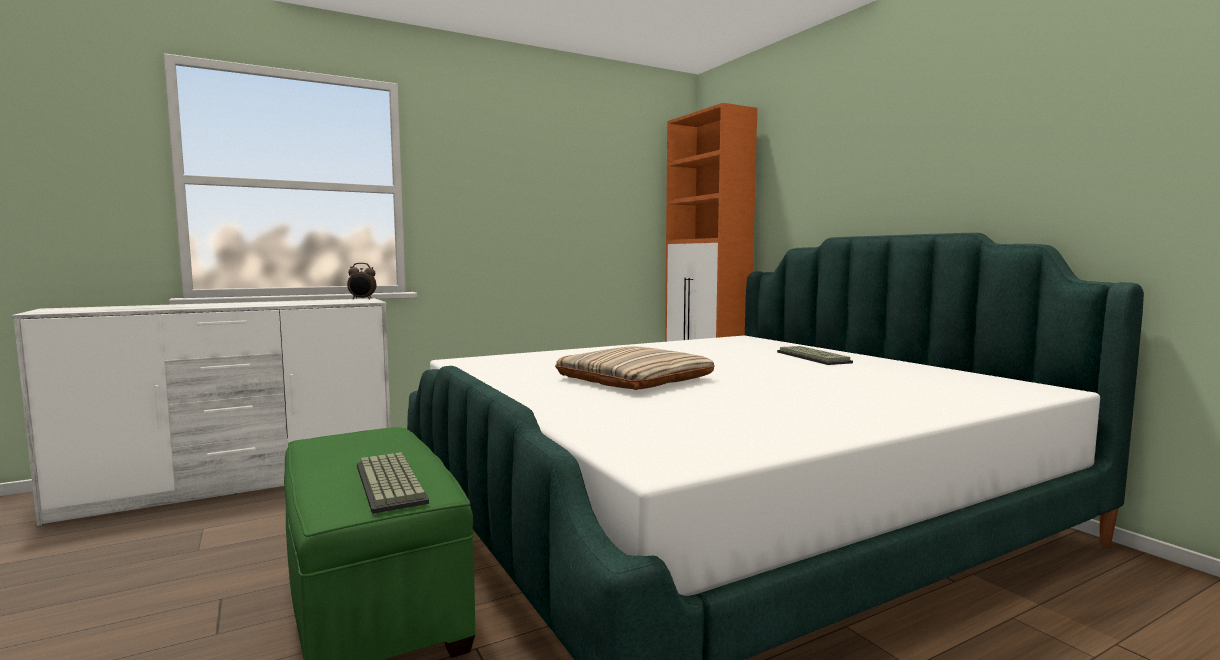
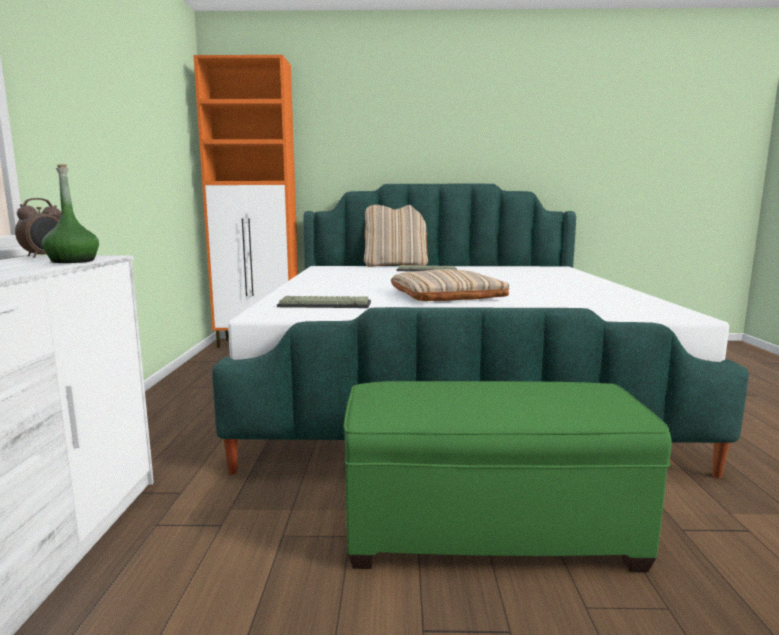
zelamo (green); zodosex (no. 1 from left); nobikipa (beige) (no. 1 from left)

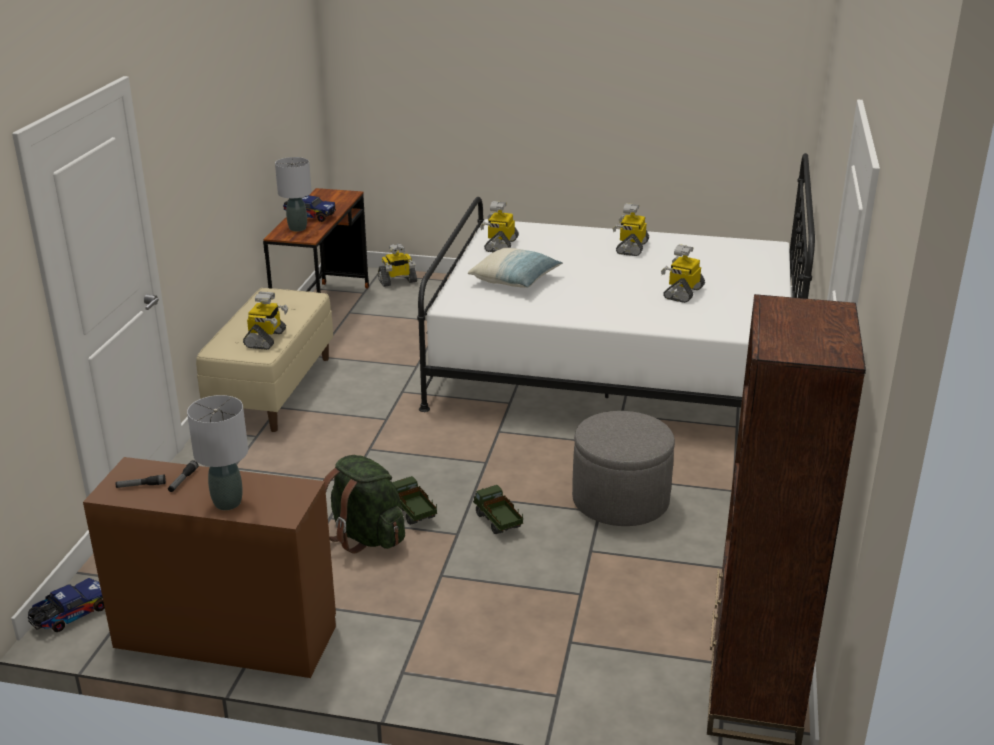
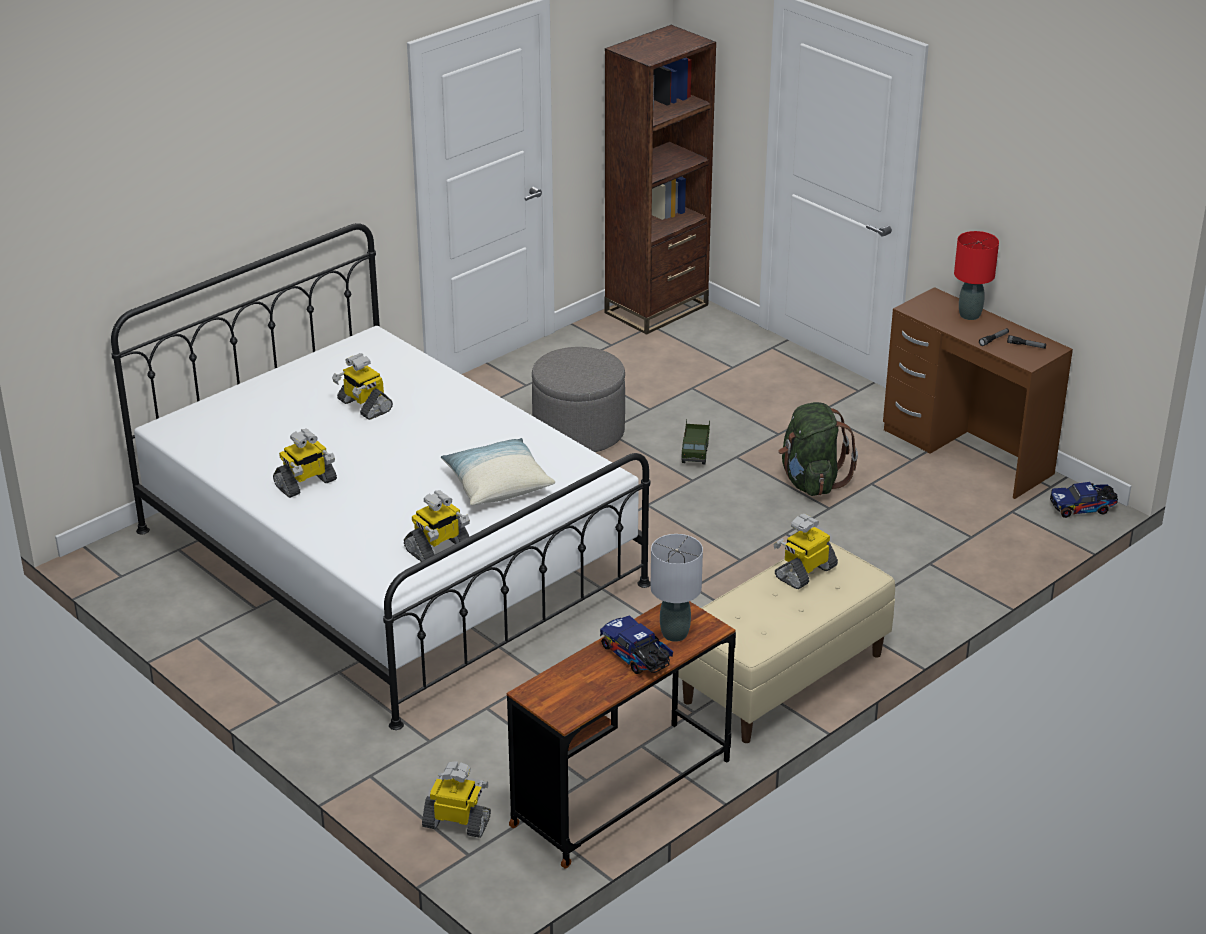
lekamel (no. 2 from left); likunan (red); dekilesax (no. 3 from left in the first image)

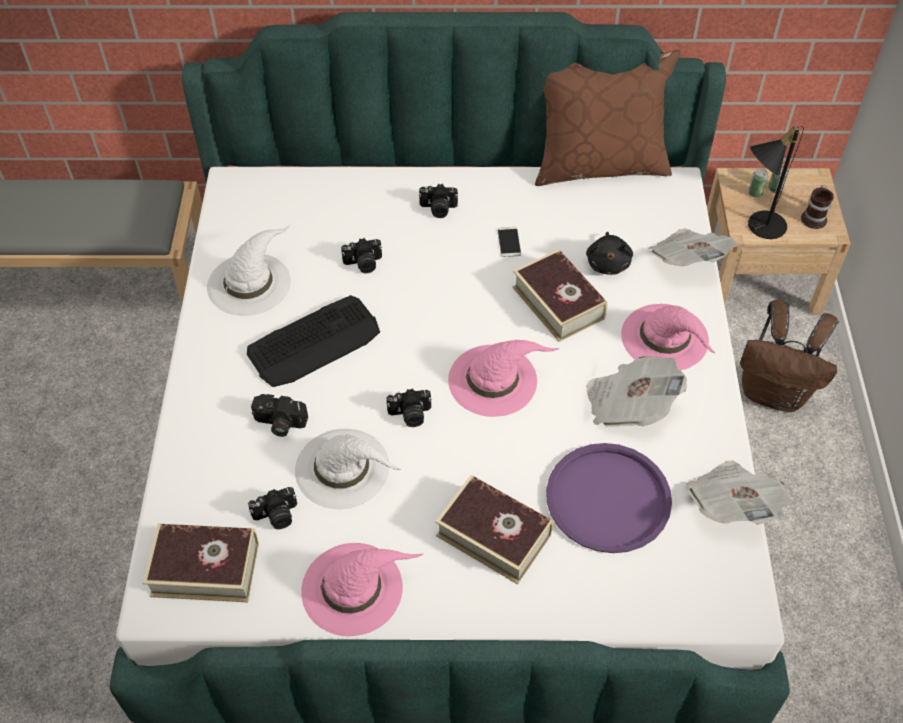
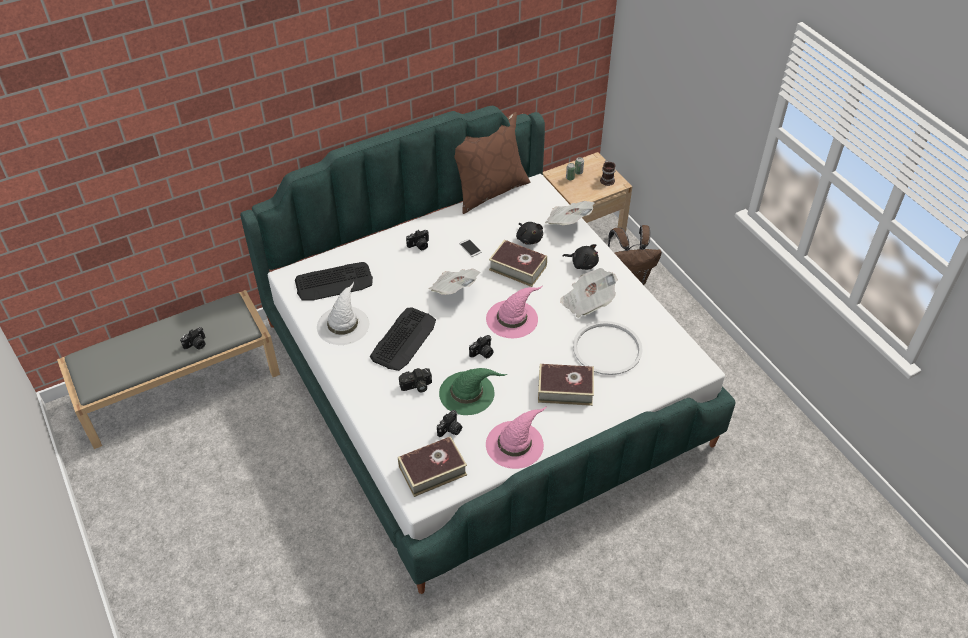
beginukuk (no. 1 from left); zodosex (no. 1 from left); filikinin (no. 1 from left); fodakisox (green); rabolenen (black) (no. 2 from left); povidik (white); likunan (black)

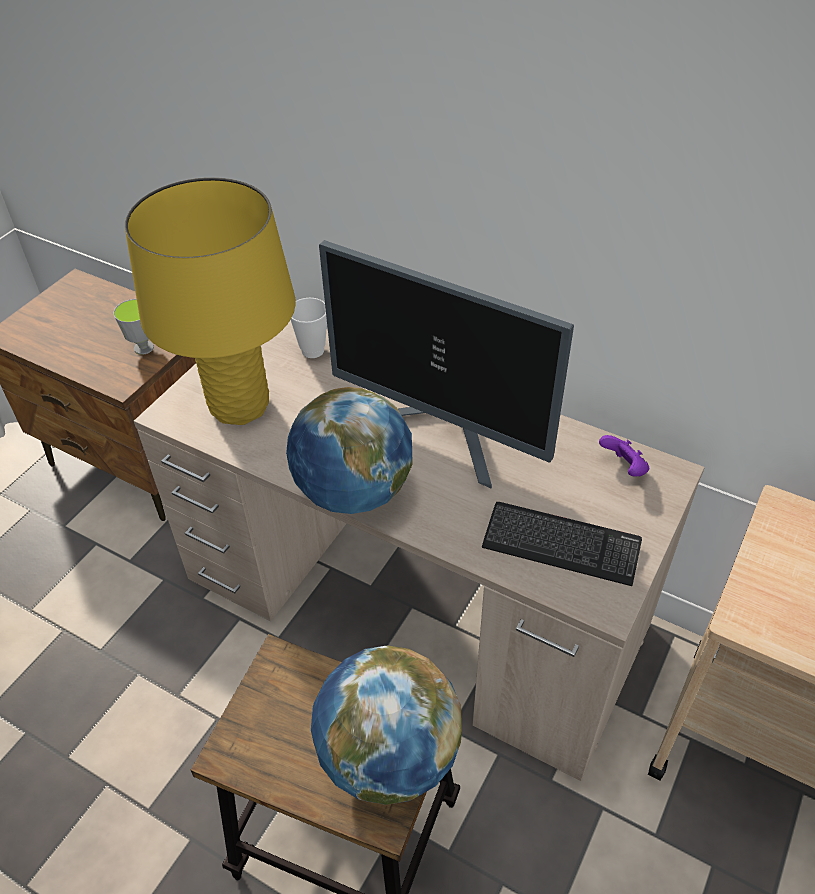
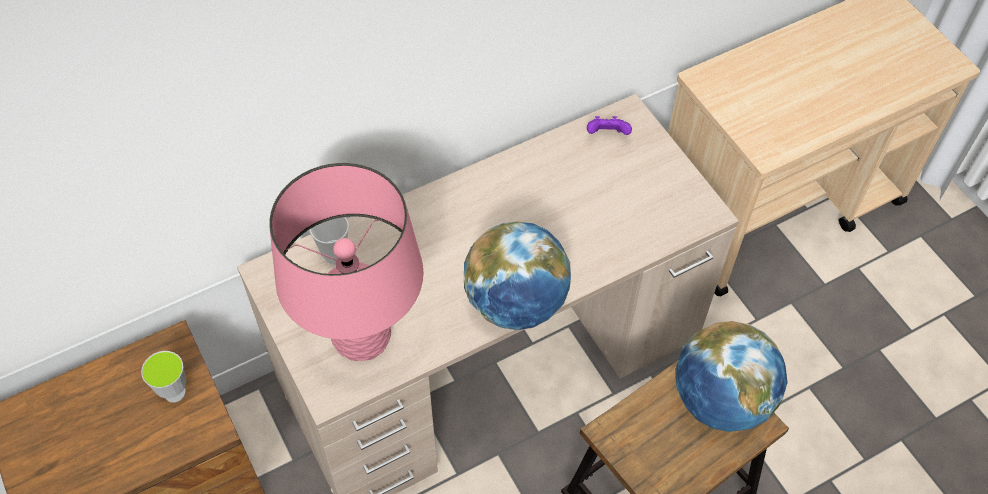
likunan (pink); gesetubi; zodosex

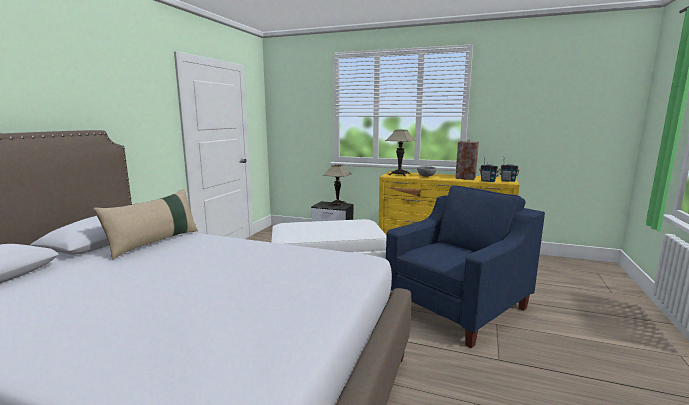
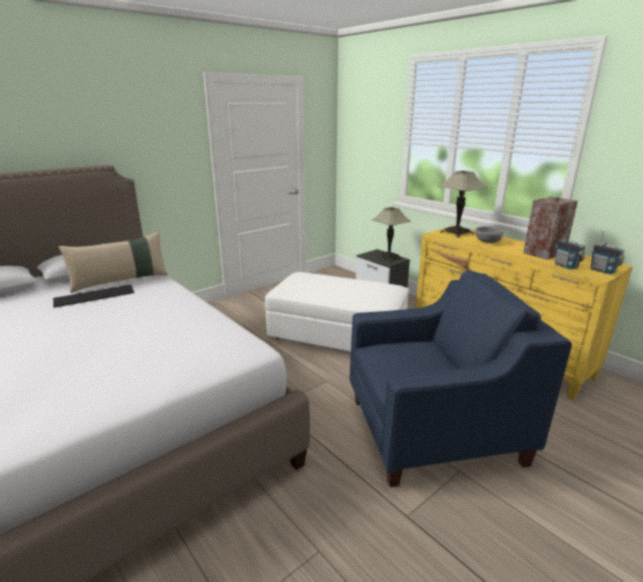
zodosex

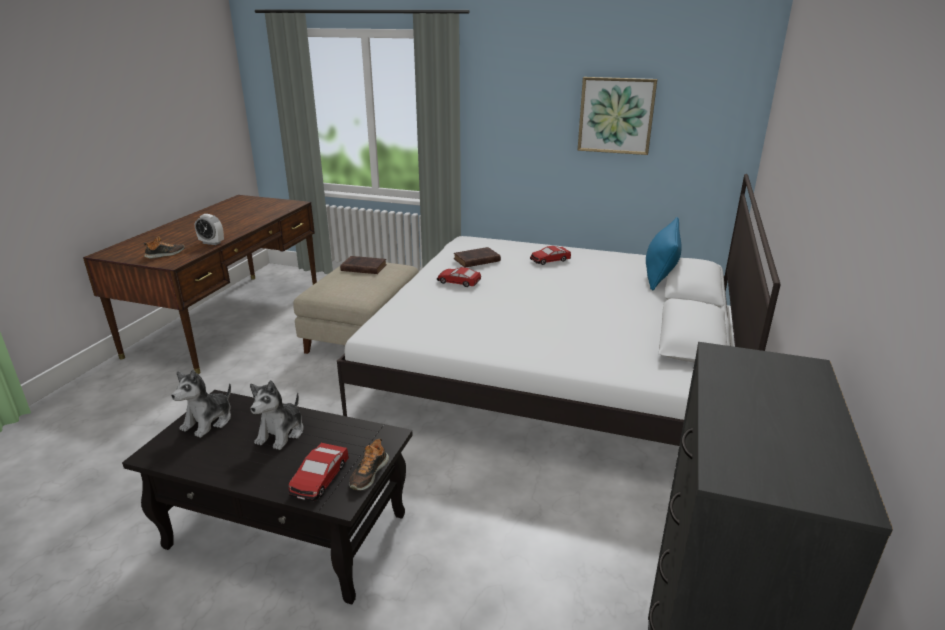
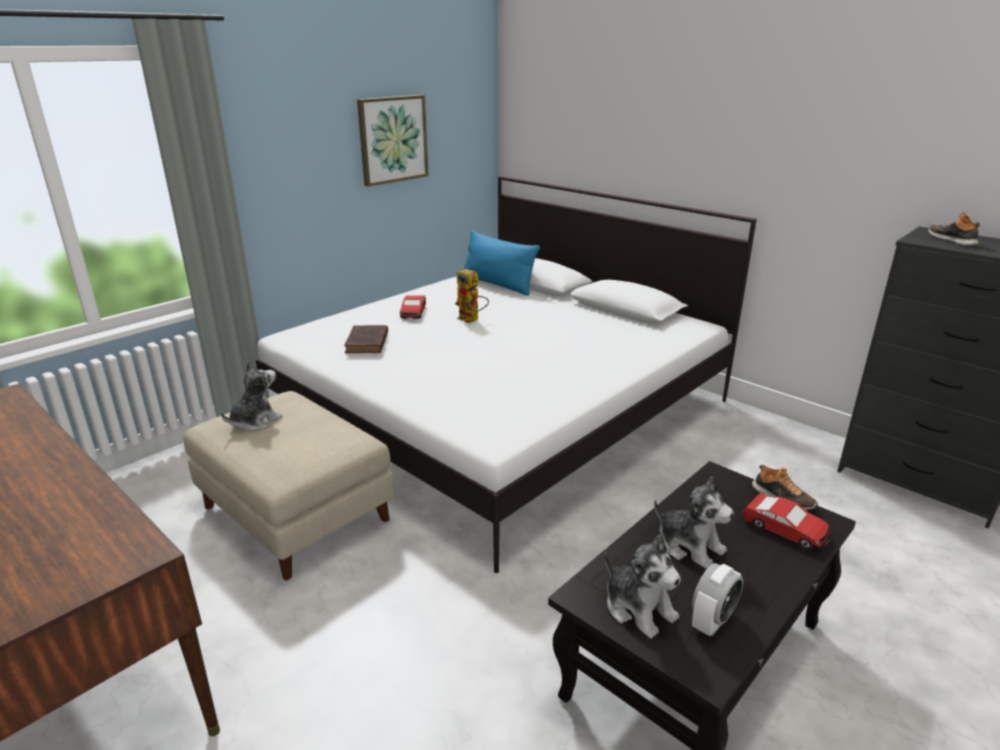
rabolenen (no. 1 from left); lekamel; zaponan; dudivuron (no. 2 from left); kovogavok (no. 2 from left in the first image)

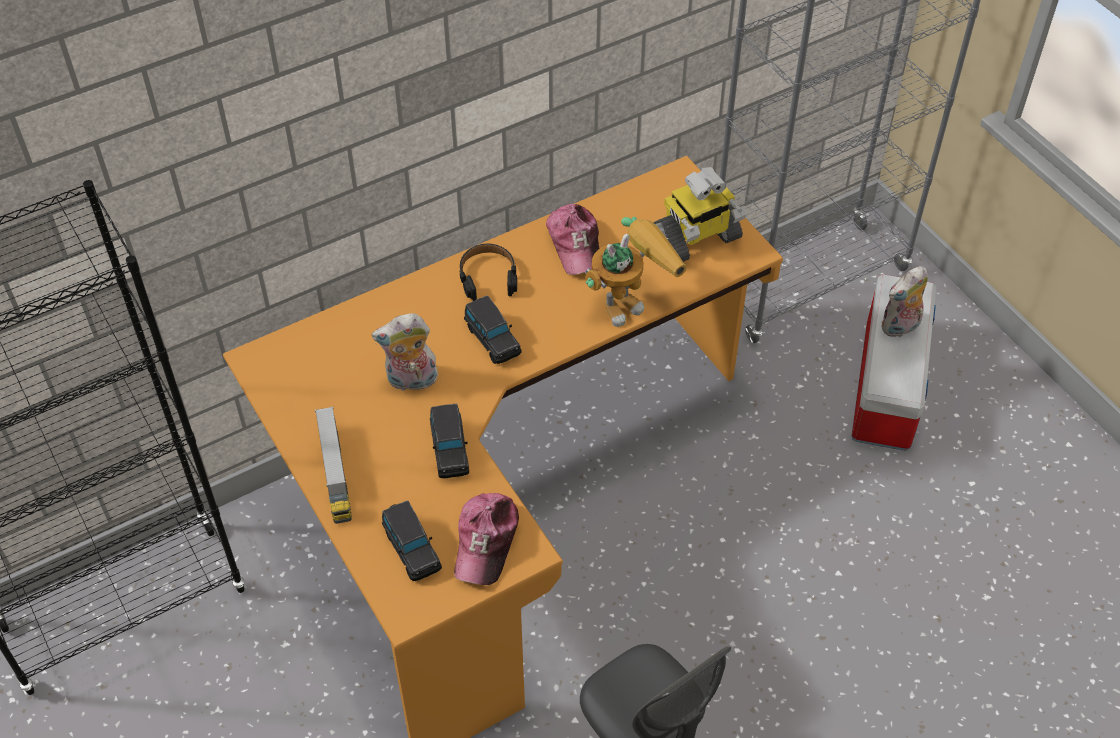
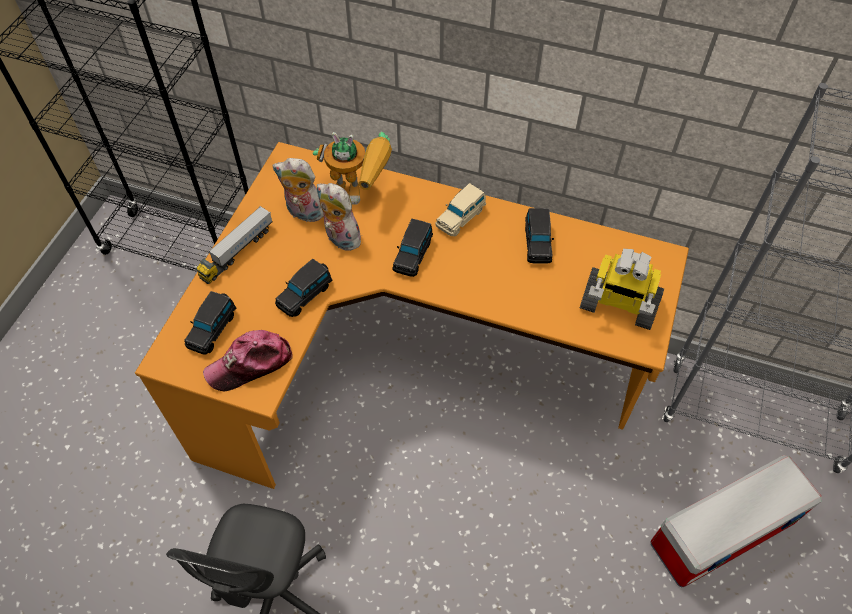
rabolenen (no. 1 from left); lekamel (no. 1 from left); kovogavok (beige); kovogavok (black) (no. 4 from left)

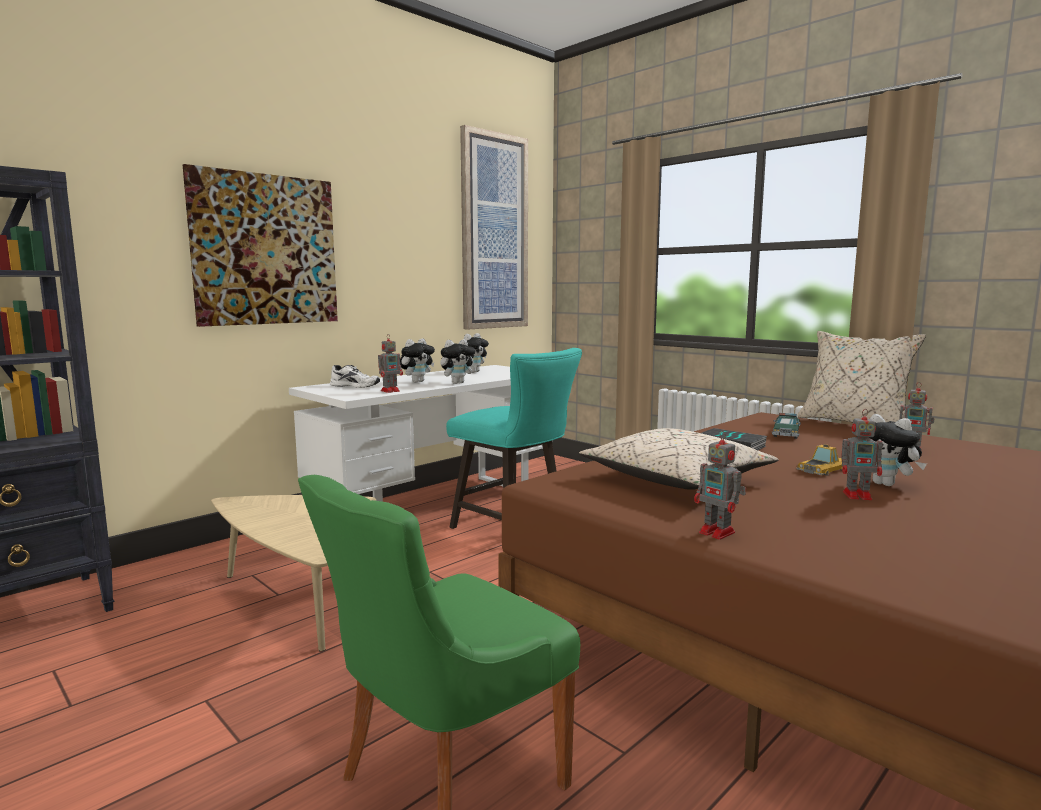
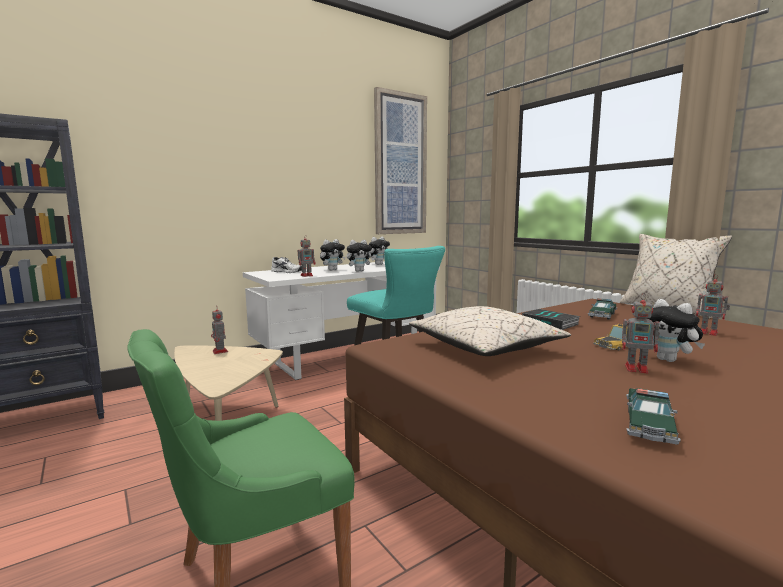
lekamel (no. 1 from left); kovogavok (no. 3 from left); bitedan (no. 1 from left in the first image)

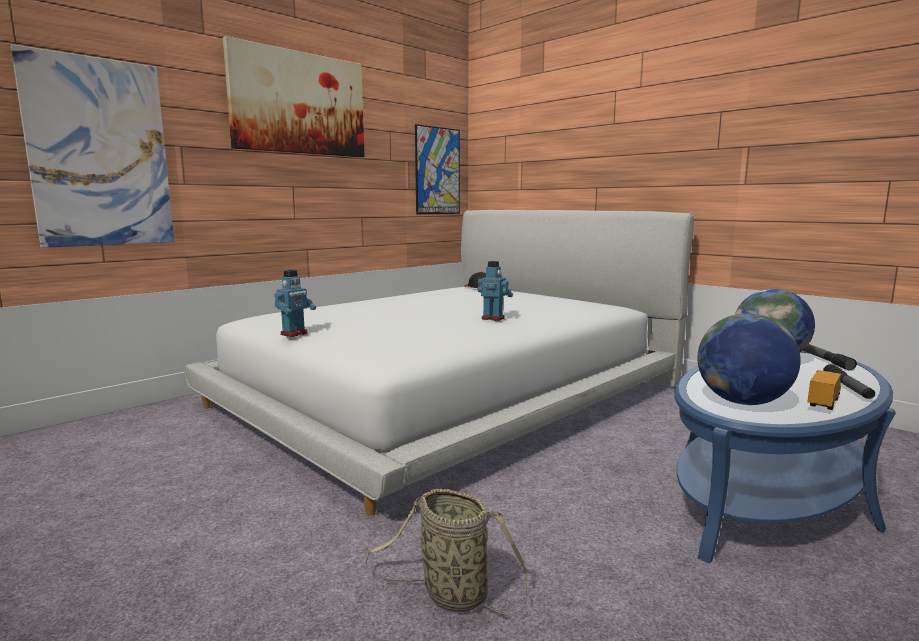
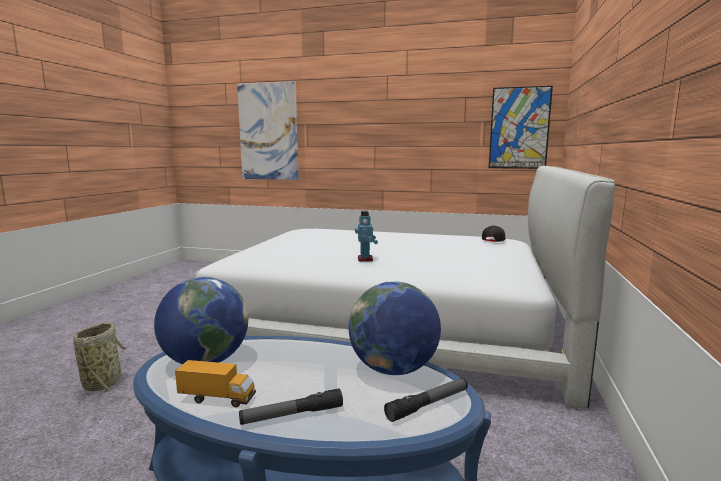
bitedan (no. 2 from left in the first image); lekamel (no. 1 from left in the first image)

